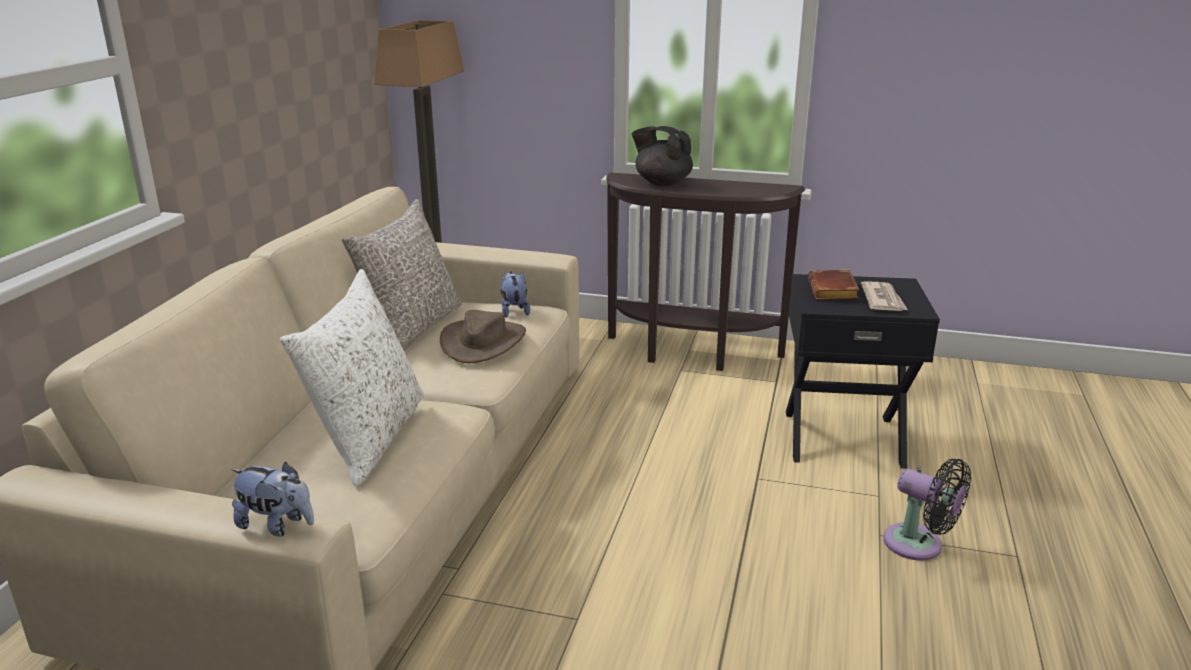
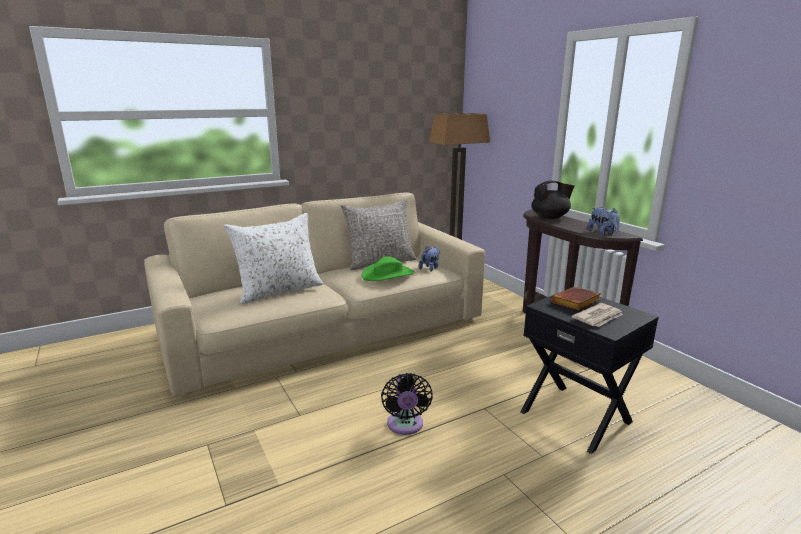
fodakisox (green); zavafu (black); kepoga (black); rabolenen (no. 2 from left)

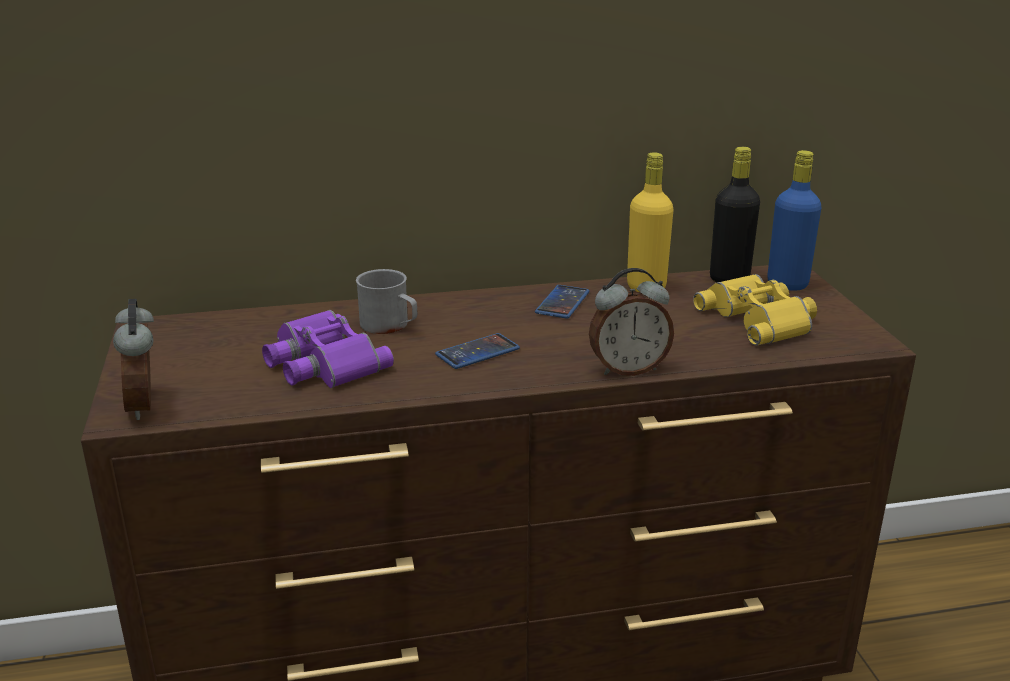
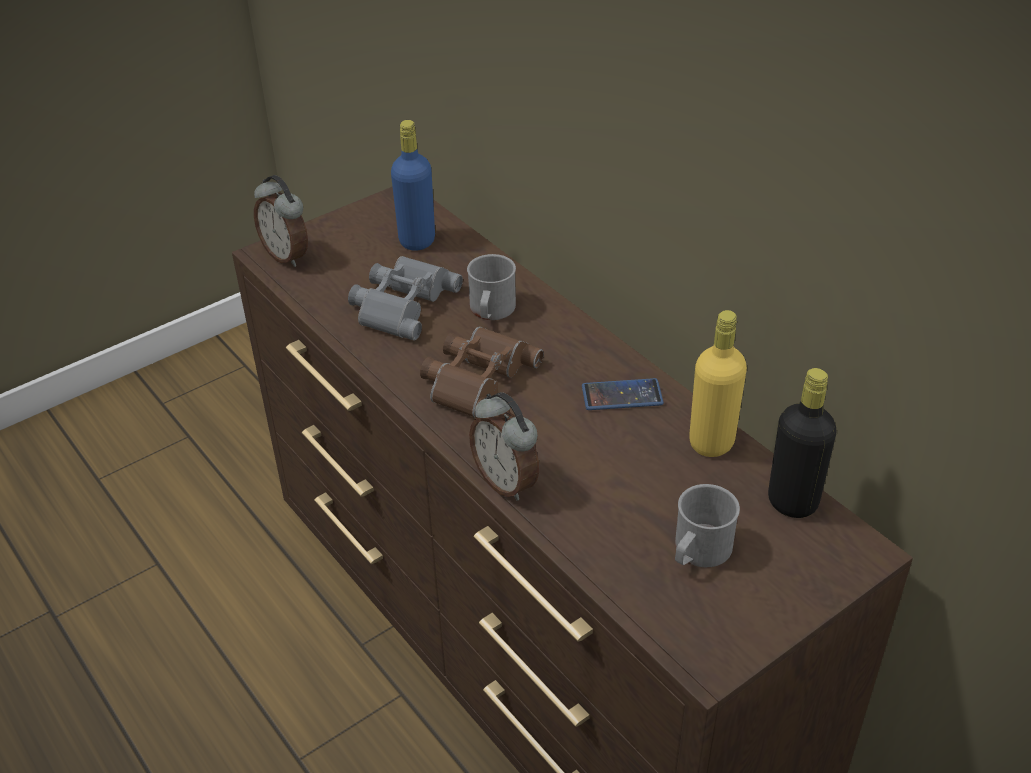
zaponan (no. 1 from left); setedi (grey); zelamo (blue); setedi (brown); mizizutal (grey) (no. 2 from left)

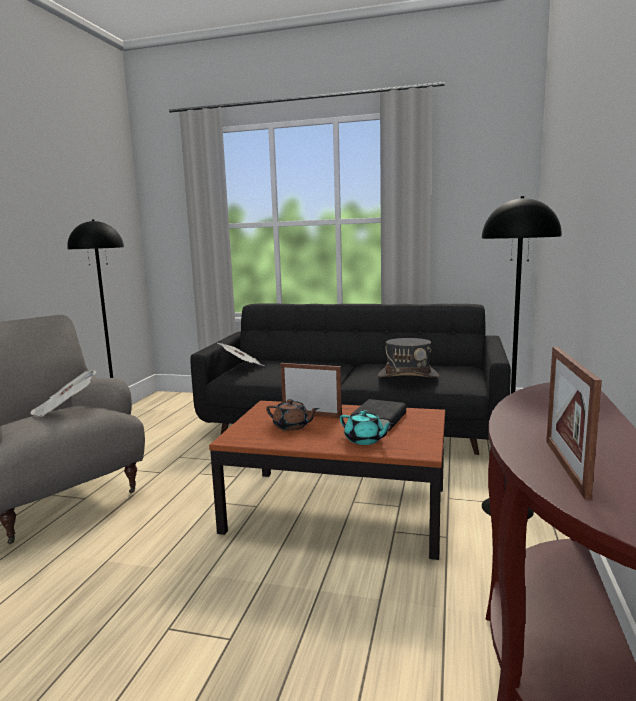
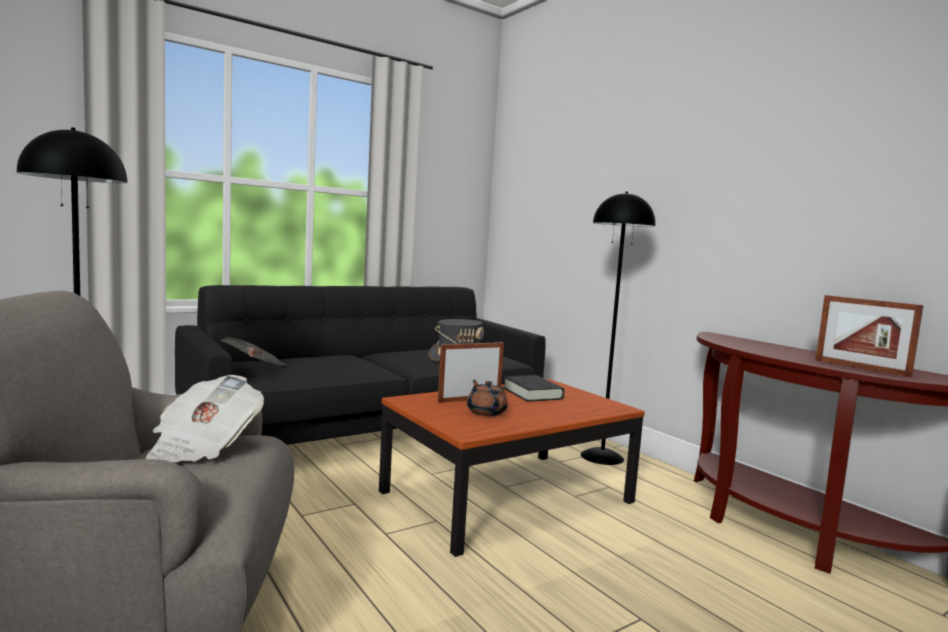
kepoga (brown); kepoga (turquoise)

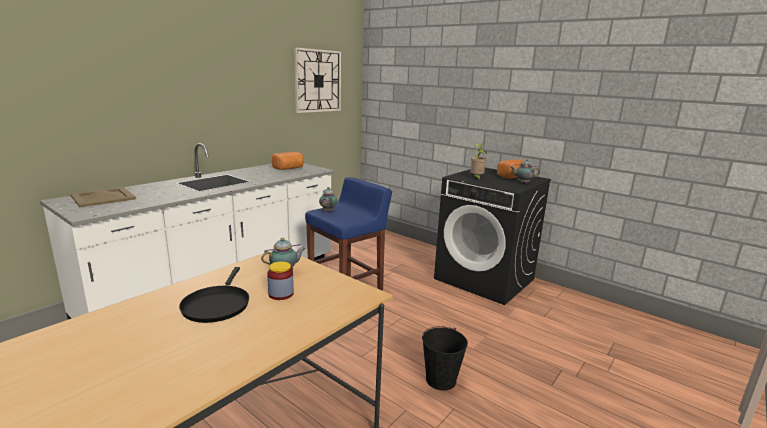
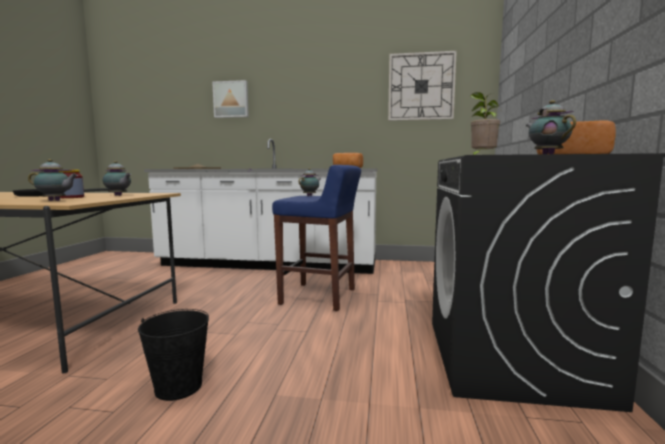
kepoga (no. 1 from left); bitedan

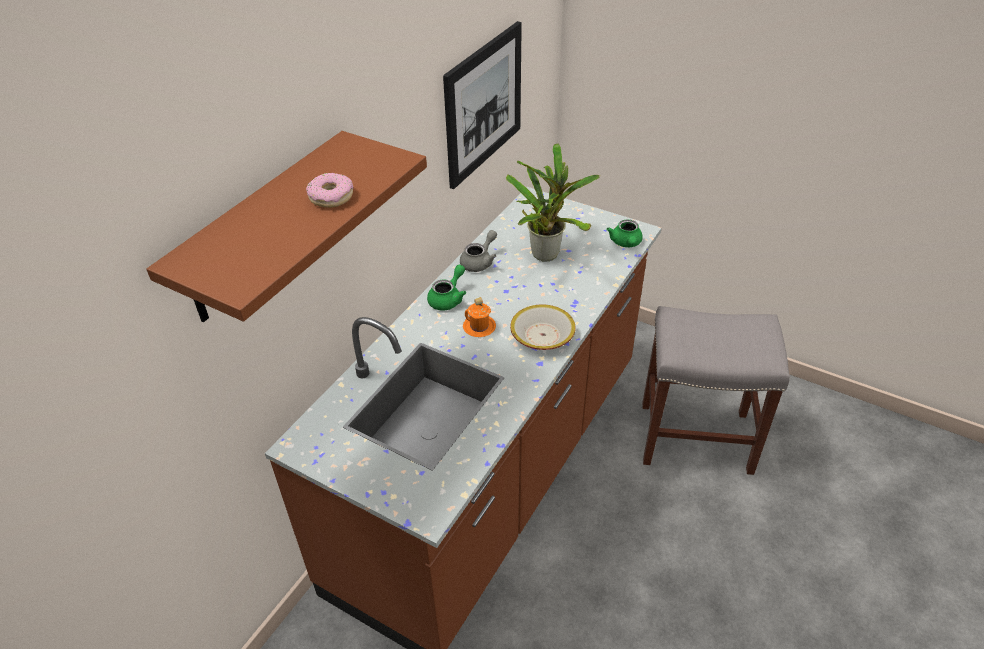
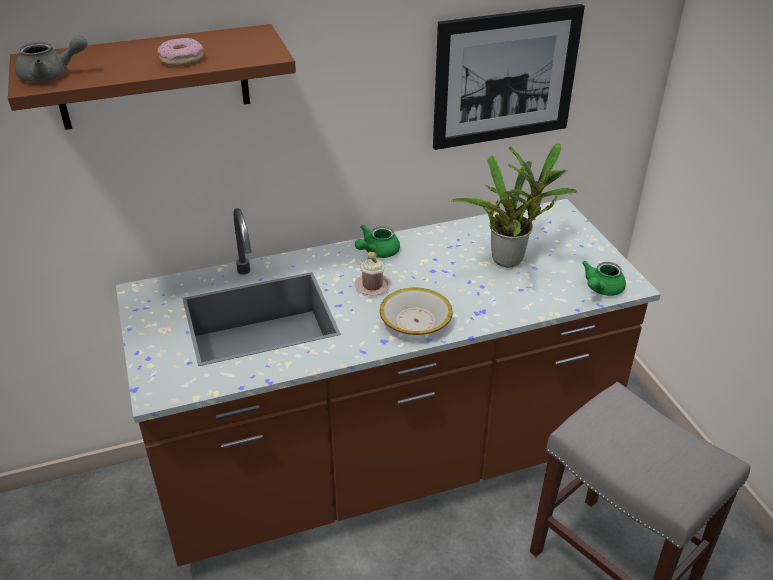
kepoga (grey); kepoga (green) (no. 1 from left); mizizutal (pink)

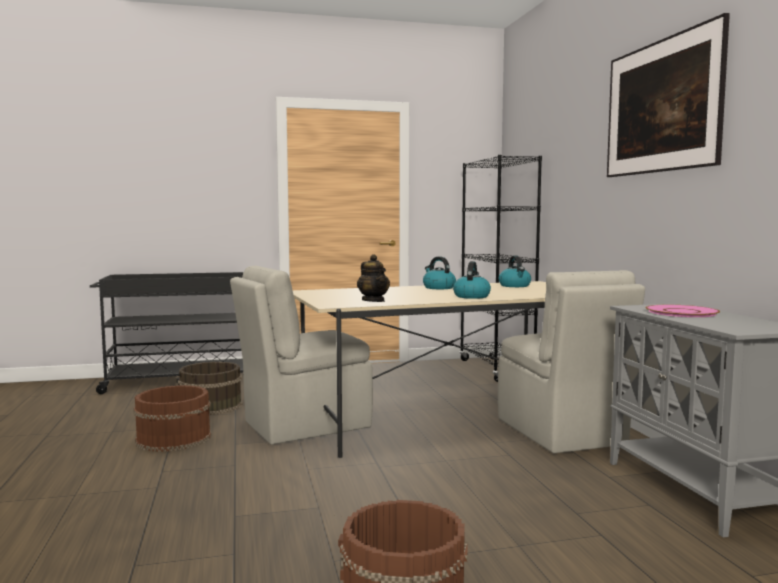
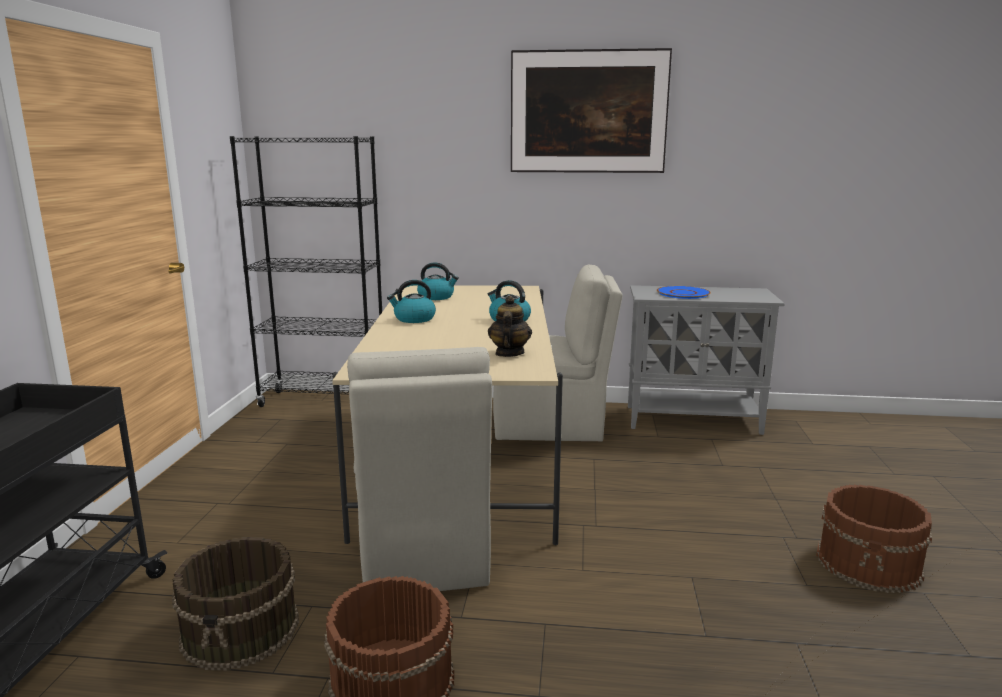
kepoga; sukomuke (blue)

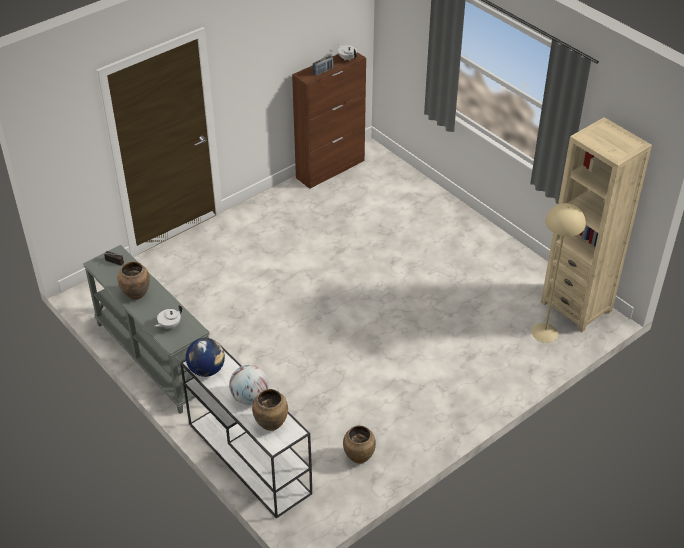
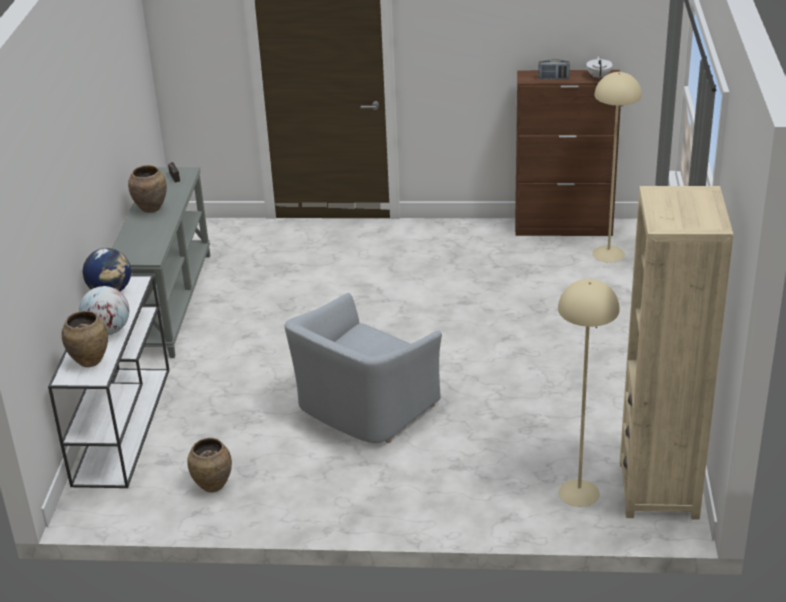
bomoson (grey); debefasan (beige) (no. 2 from left); kepoga (white) (no. 1 from left in the first image)

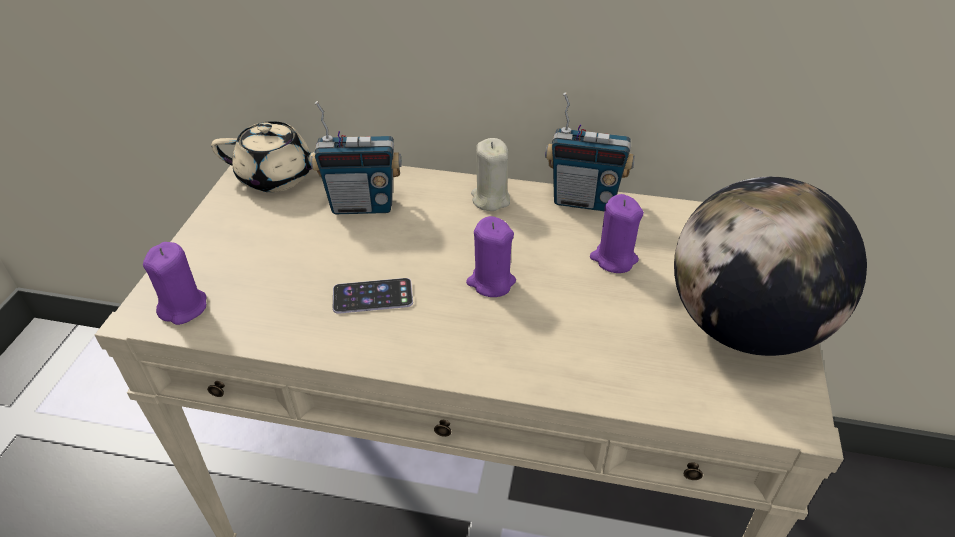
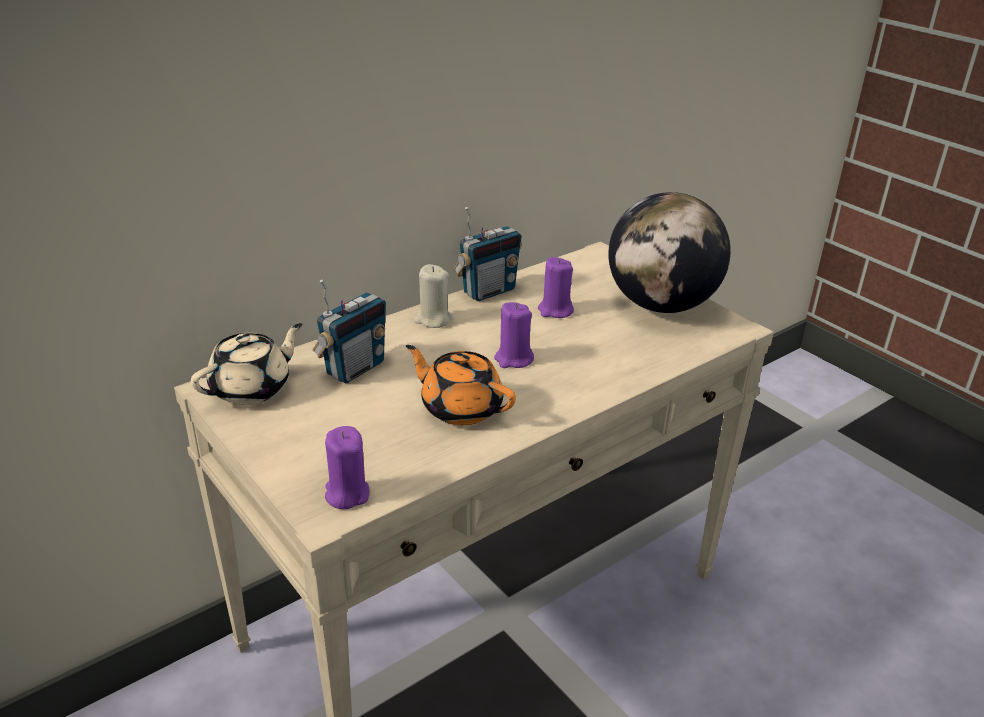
kepoga (orange)

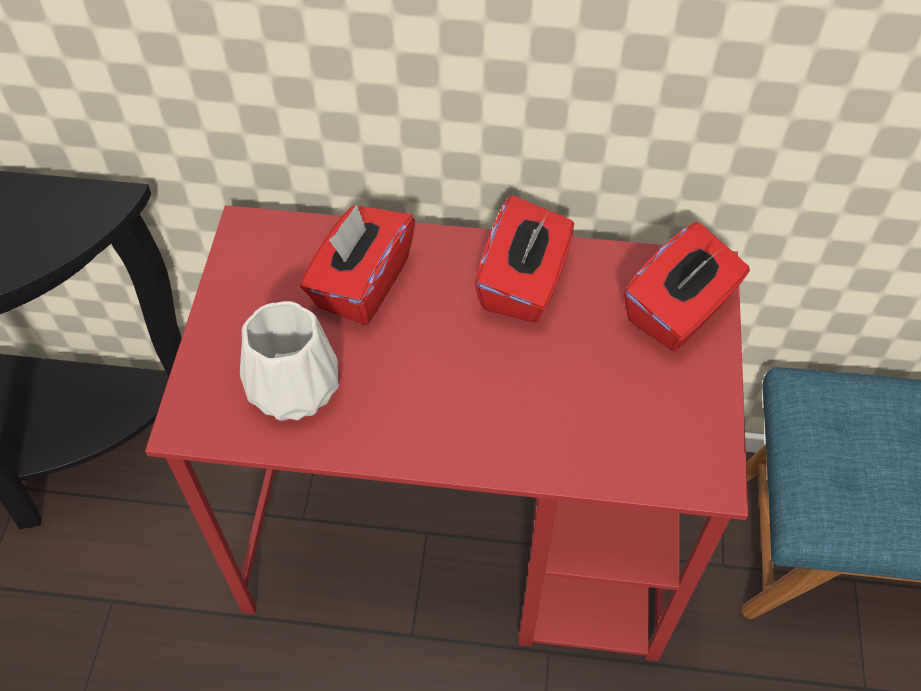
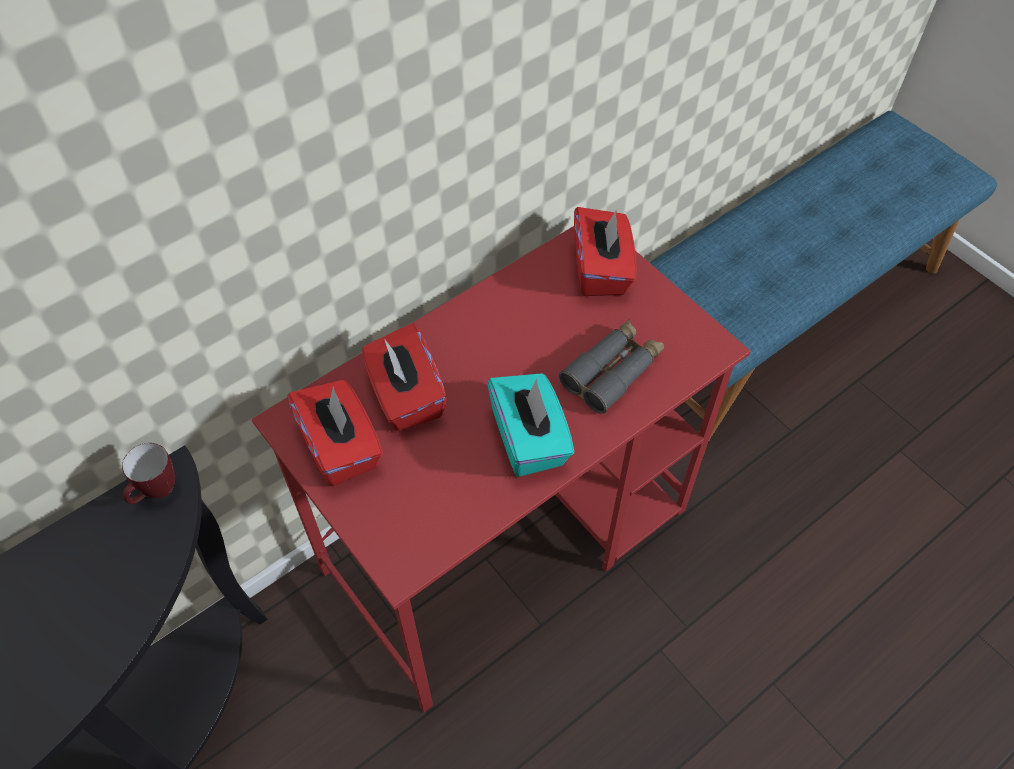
mizizutal; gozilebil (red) (no. 1 from left); gozilebil (turquoise); setedi (grey); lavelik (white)

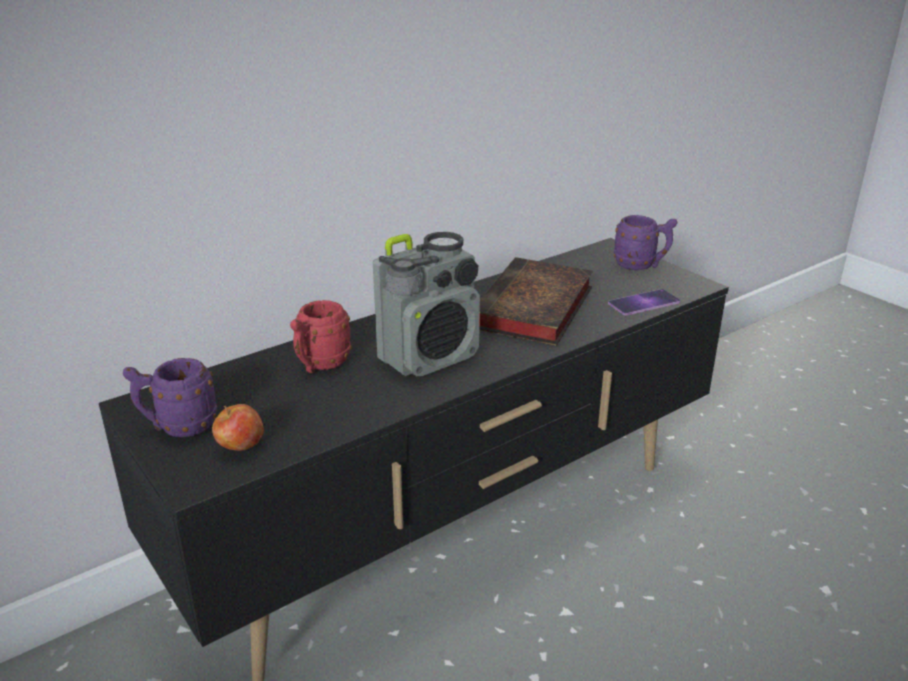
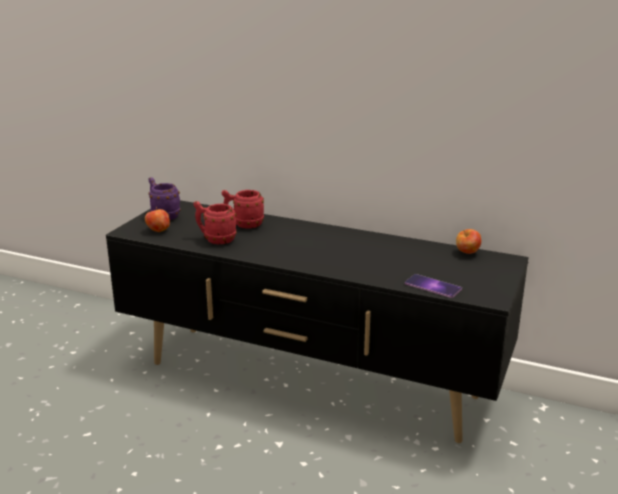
mizizutal (red) (no. 1 from left); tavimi (no. 2 from left); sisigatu; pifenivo; mizizutal (purple) (no. 2 from left in the first image)

